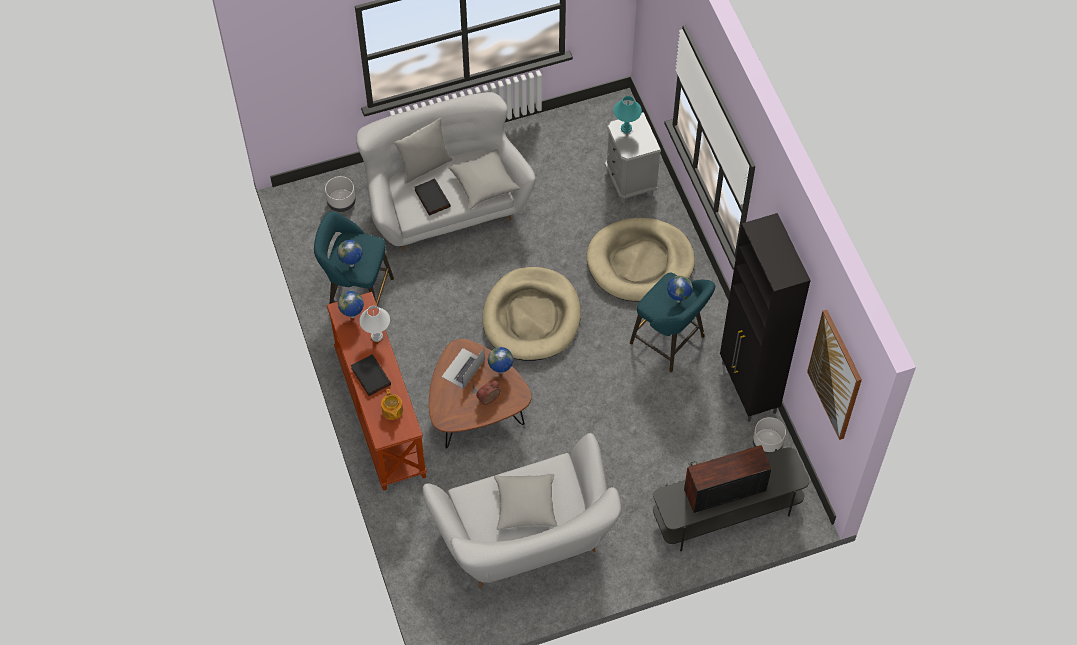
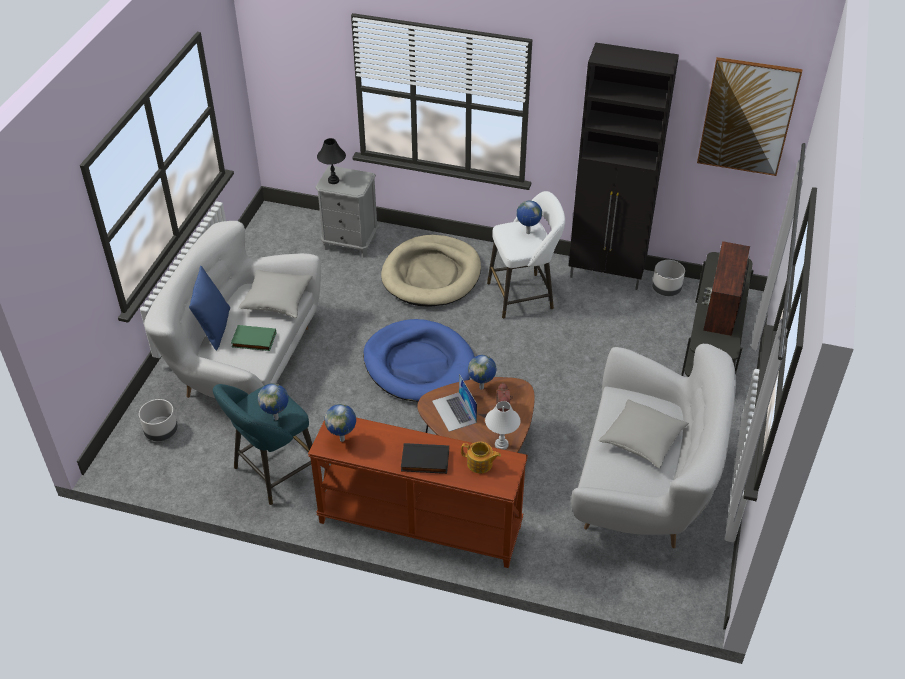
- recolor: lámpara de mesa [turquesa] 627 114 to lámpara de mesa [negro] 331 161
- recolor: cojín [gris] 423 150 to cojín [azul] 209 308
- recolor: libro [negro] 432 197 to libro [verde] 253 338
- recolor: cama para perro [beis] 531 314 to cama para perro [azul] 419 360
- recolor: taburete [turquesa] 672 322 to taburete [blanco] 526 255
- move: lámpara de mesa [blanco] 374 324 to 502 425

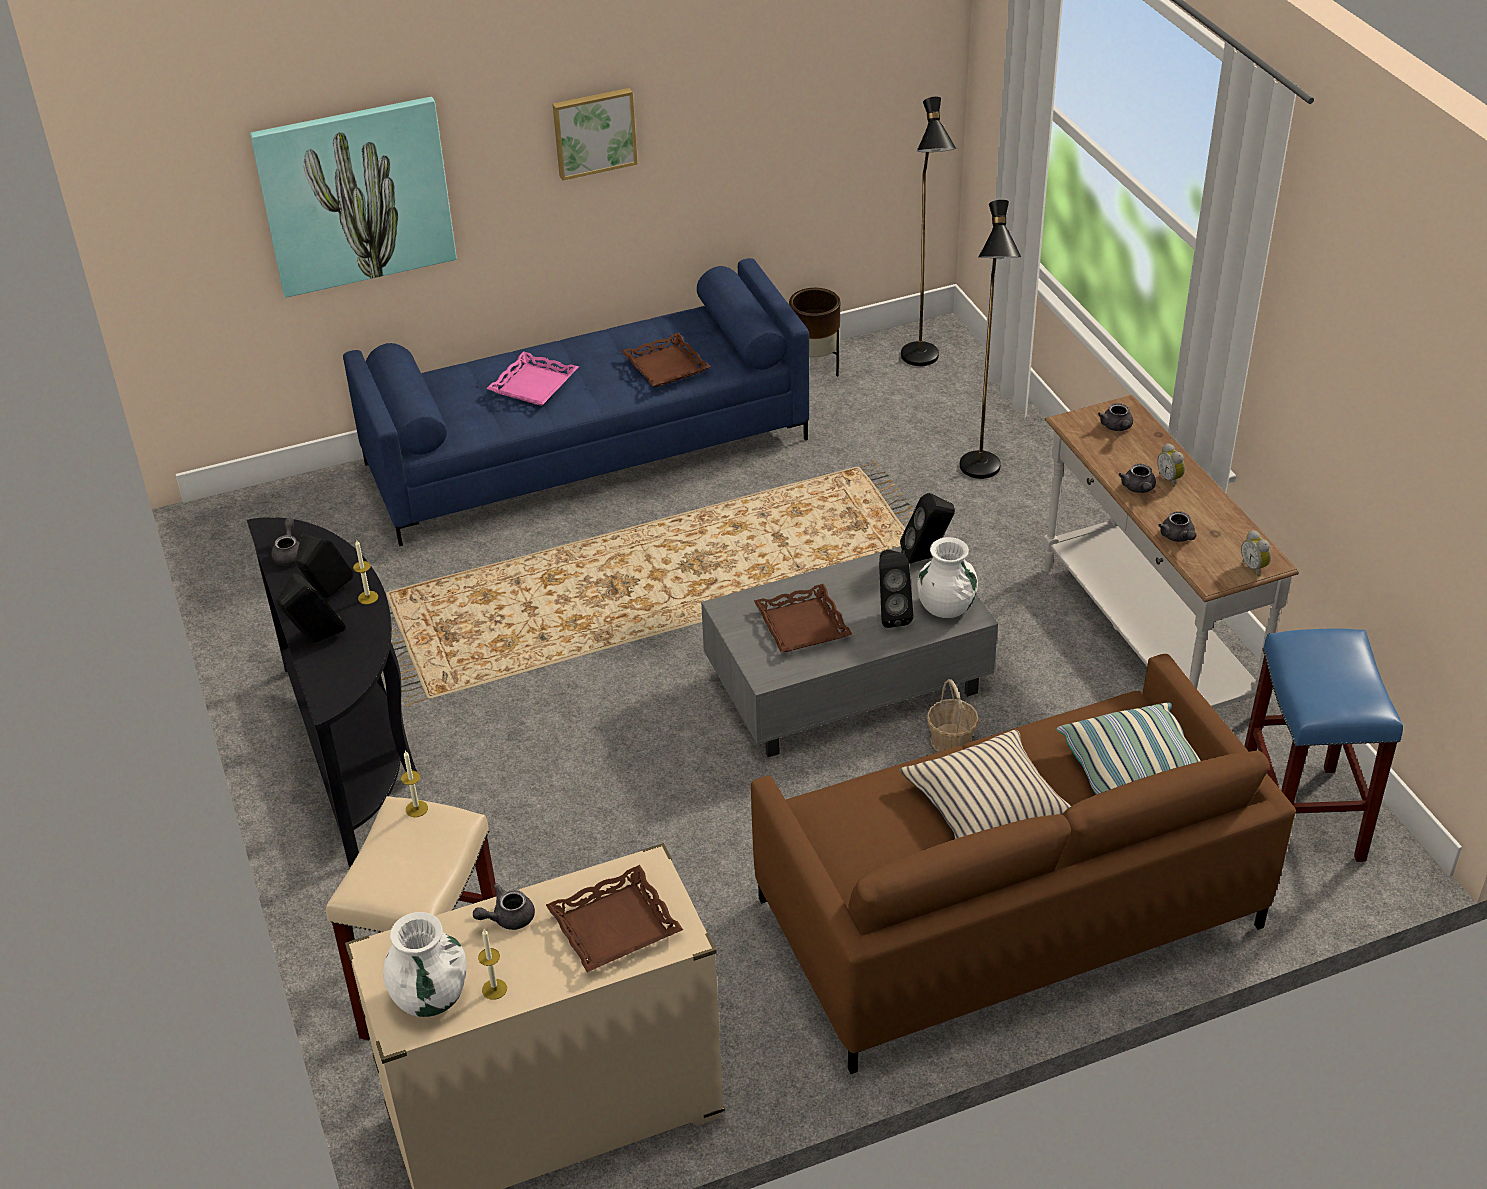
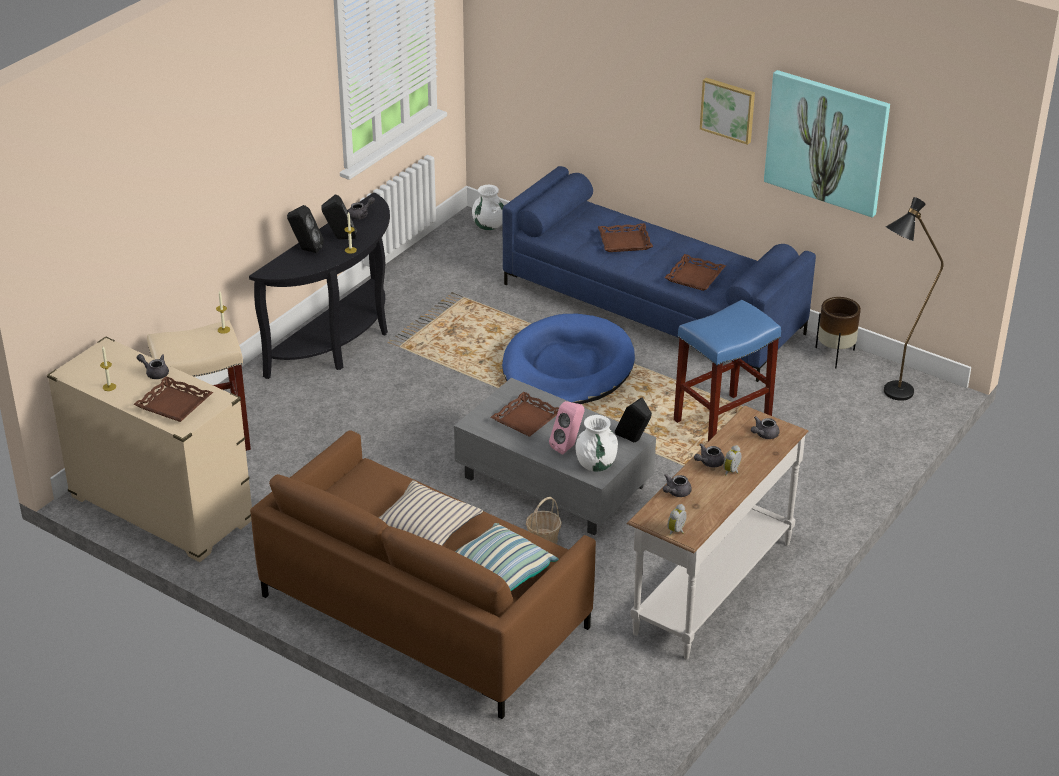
- move: cuadro 353 197 to 827 144
- delete: lámpara de pie [negro] 990 339
- recolor: bandeja [rosa] 532 378 to bandeja [marrón] 625 237
- recolor: altavoz [negro] 896 589 to altavoz [rosa] 567 428
- move: taburete [azul] 1323 745 to 727 370
- move: florero [blanco] 425 964 to 488 207
- insert: cama para perro [azul] 568 359

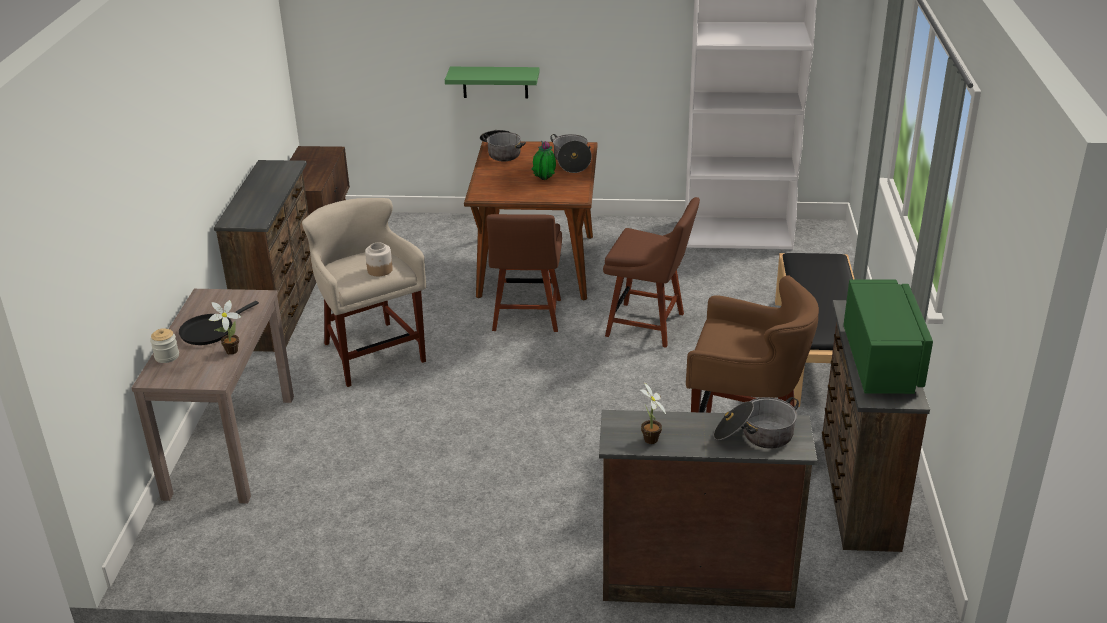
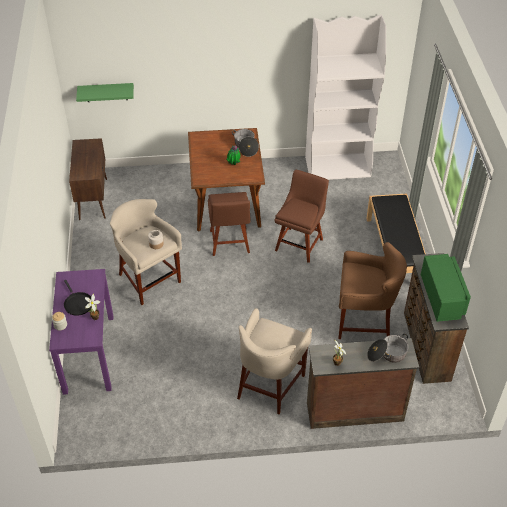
- move: estante [verde] 492 83 to 105 92
- delete: olla 503 145
- delete: cómoda [marrón] 265 256
- rotate: silla [marrón] 651 272 = 302 216 75 degrees counterclockwise
- recolor: mesa consola [marrón] 213 396 to mesa consola [morado] 81 332
- rotate: sartén [negro] 219 323 = 78 298 60 degrees counterclockwise
- insert: taburete [beis] 274 361

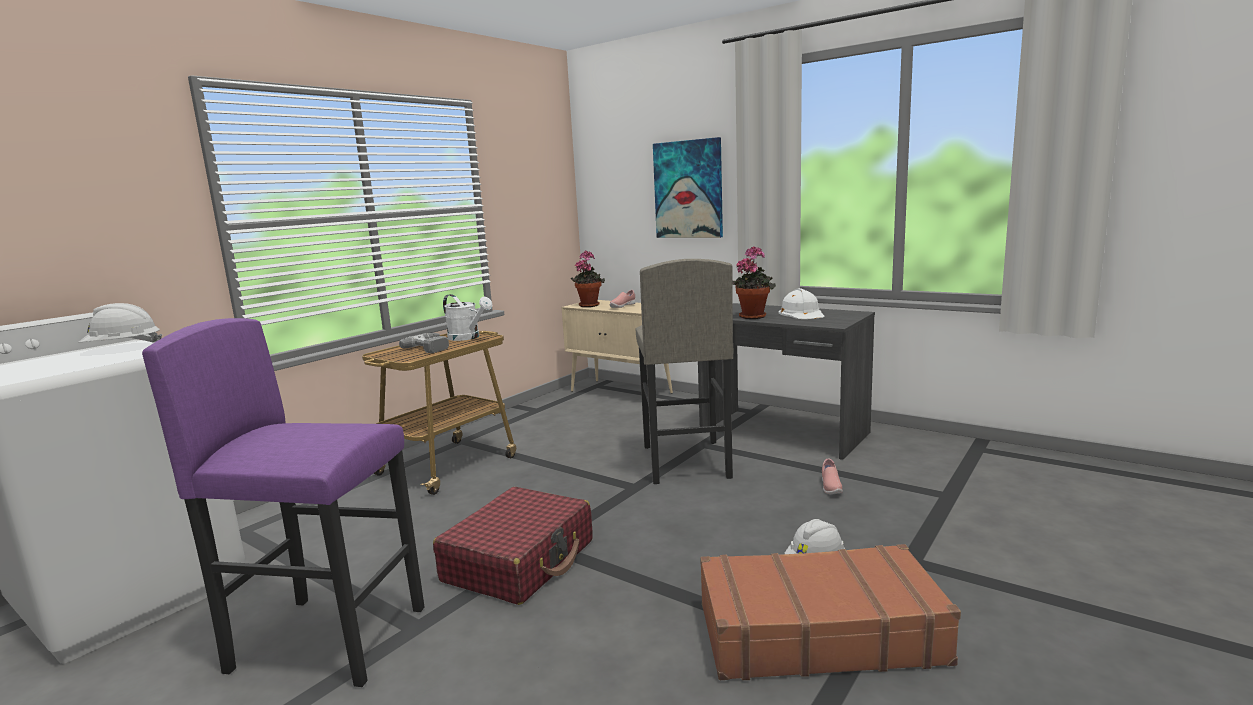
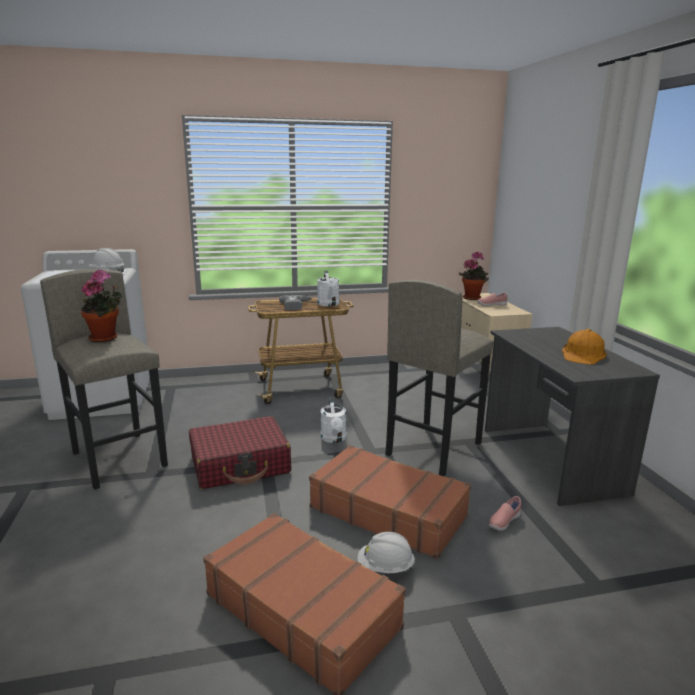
- delete: cuadro 688 187
- move: planta en maceta 754 282 to 102 305
- recolor: casco [blanco] 801 303 to casco [naranja] 584 347
- recolor: taburete [morado] 283 502 to taburete [gris] 104 379
- insert: regadera [blanco] 333 420
- insert: maleta [marrón] 390 502

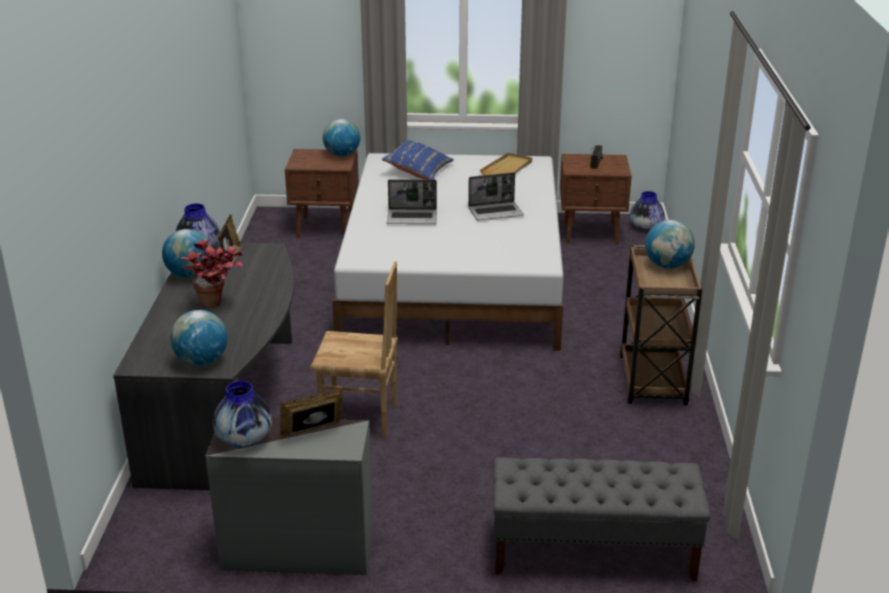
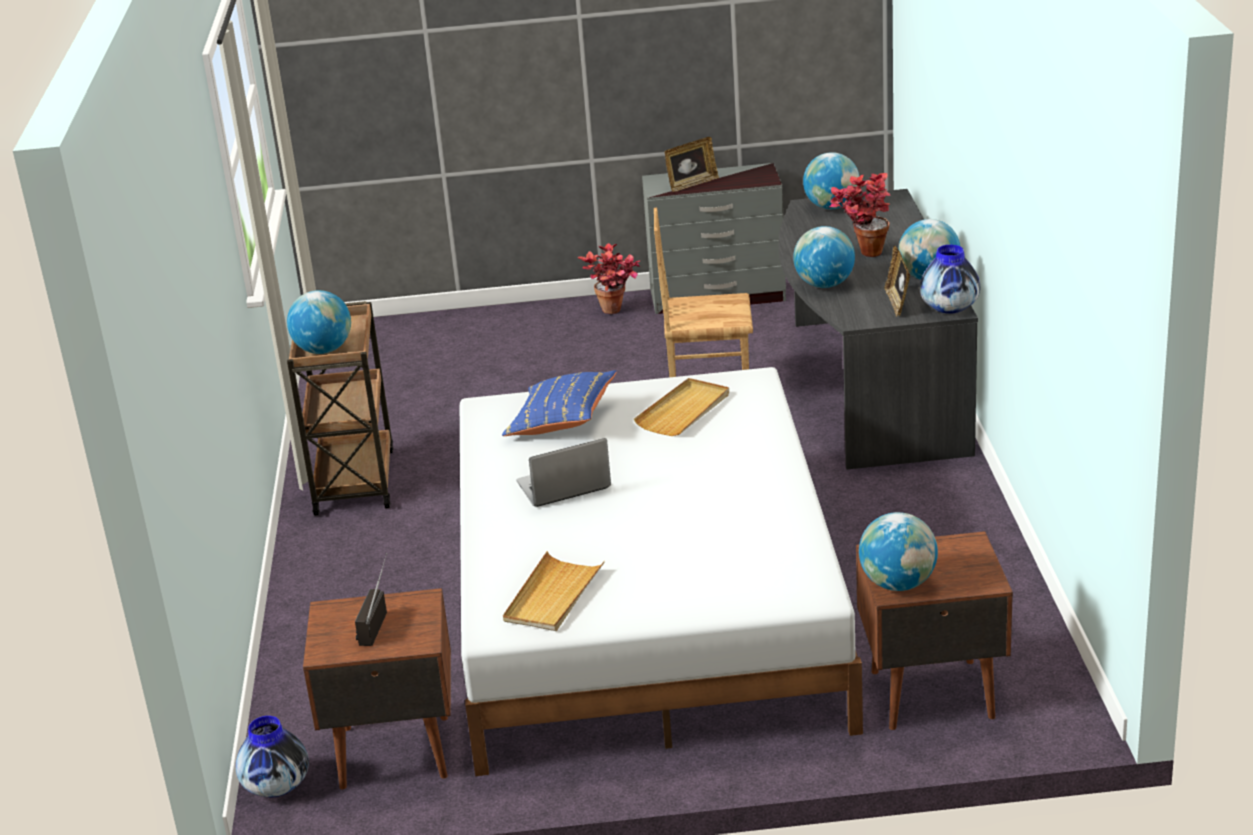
- move: cojín [azul] 417 159 to 559 403
- delete: portátil 412 202
- delete: florero 242 414
- delete: banco [gris] 602 519
- insert: globo terráqueo 824 257
- insert: planta en maceta 608 278
- insert: bandeja [beis] 681 407

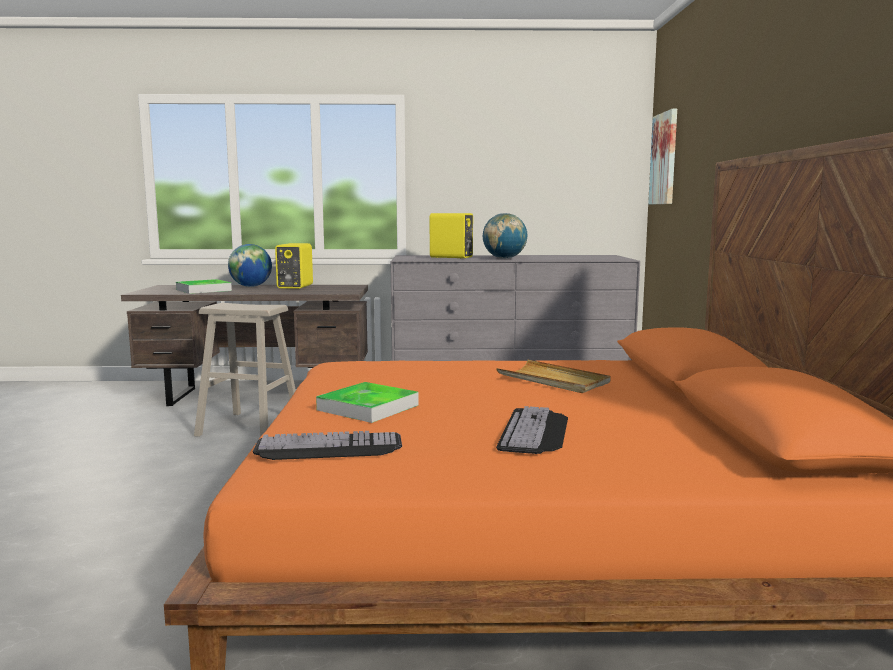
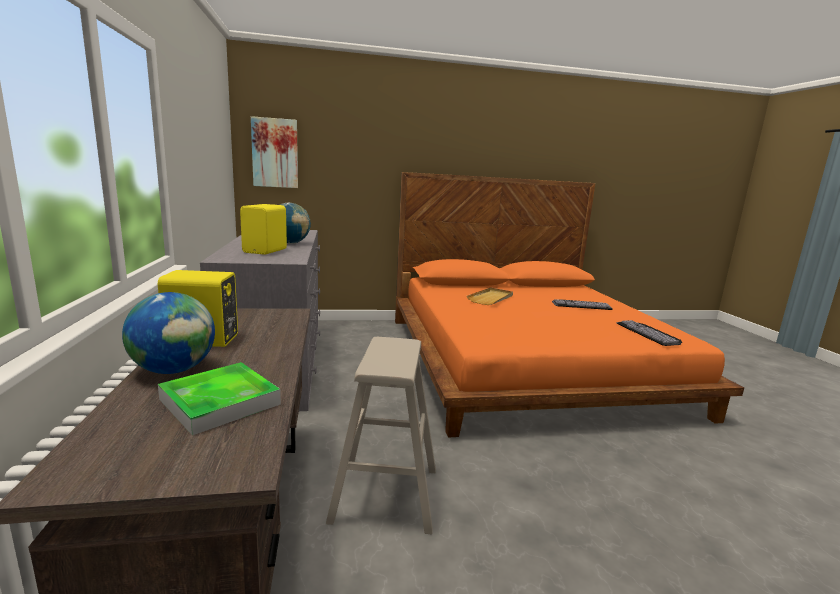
- delete: bandeja 367 402

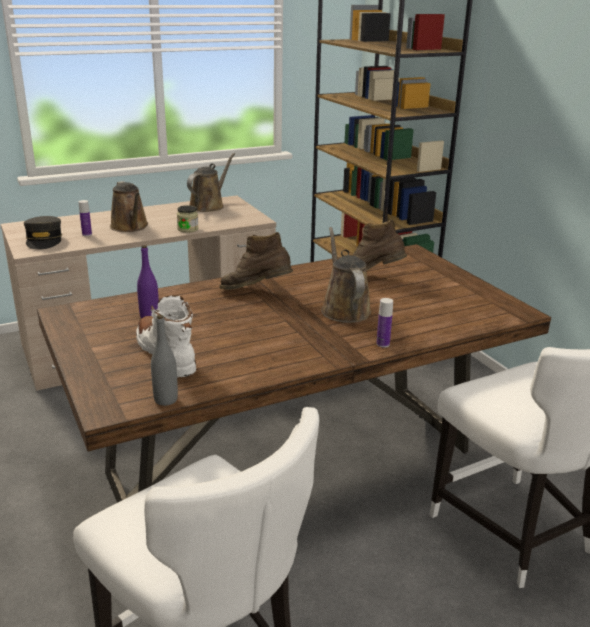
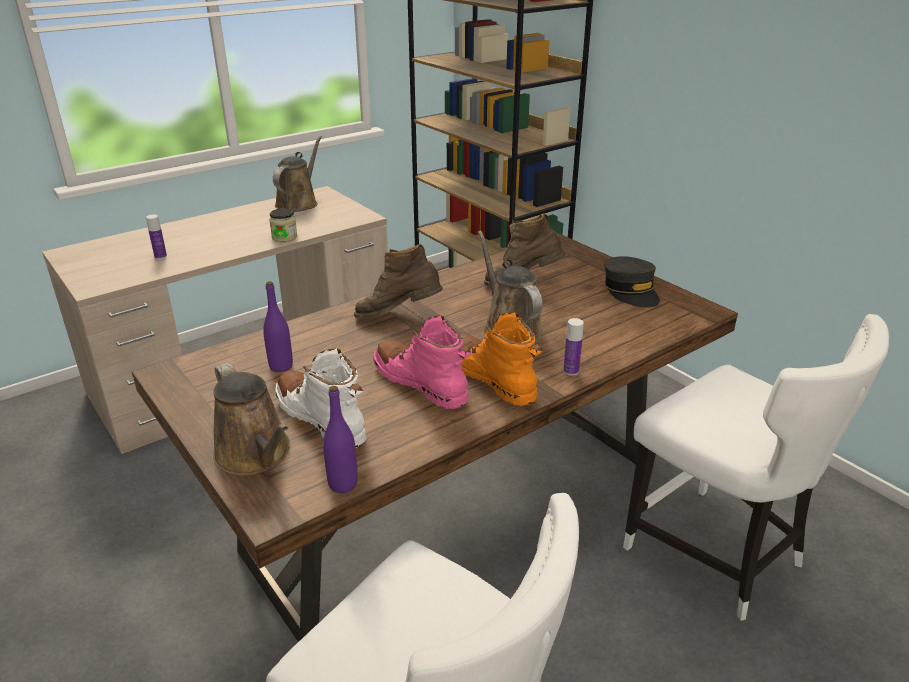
- move: regadera [marrón] 129 206 to 251 419
- move: gorra [gris] 43 233 to 632 282
- recolor: botella [gris] 164 360 to botella [morado] 340 439
- insert: bota [naranja] 501 359
- insert: bota [rosa] 422 362

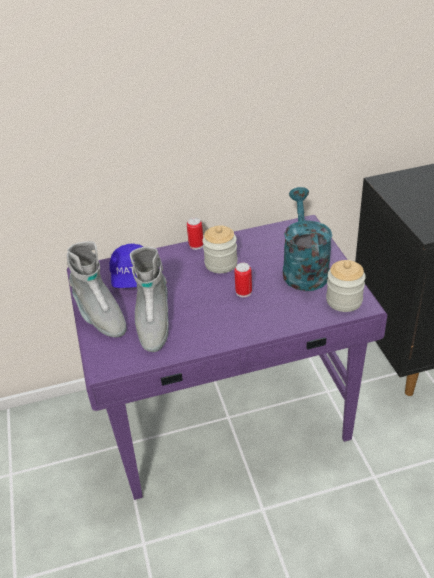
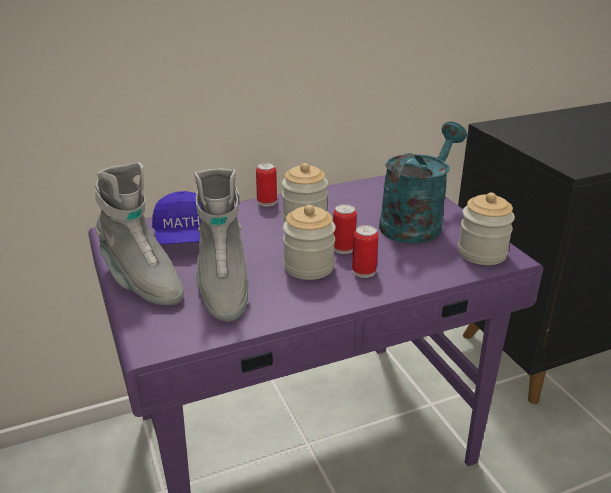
- rotate: regadera [turquesa] 307 239 = 423 183 45 degrees clockwise
- insert: tarro 309 242
- insert: lata 365 251

